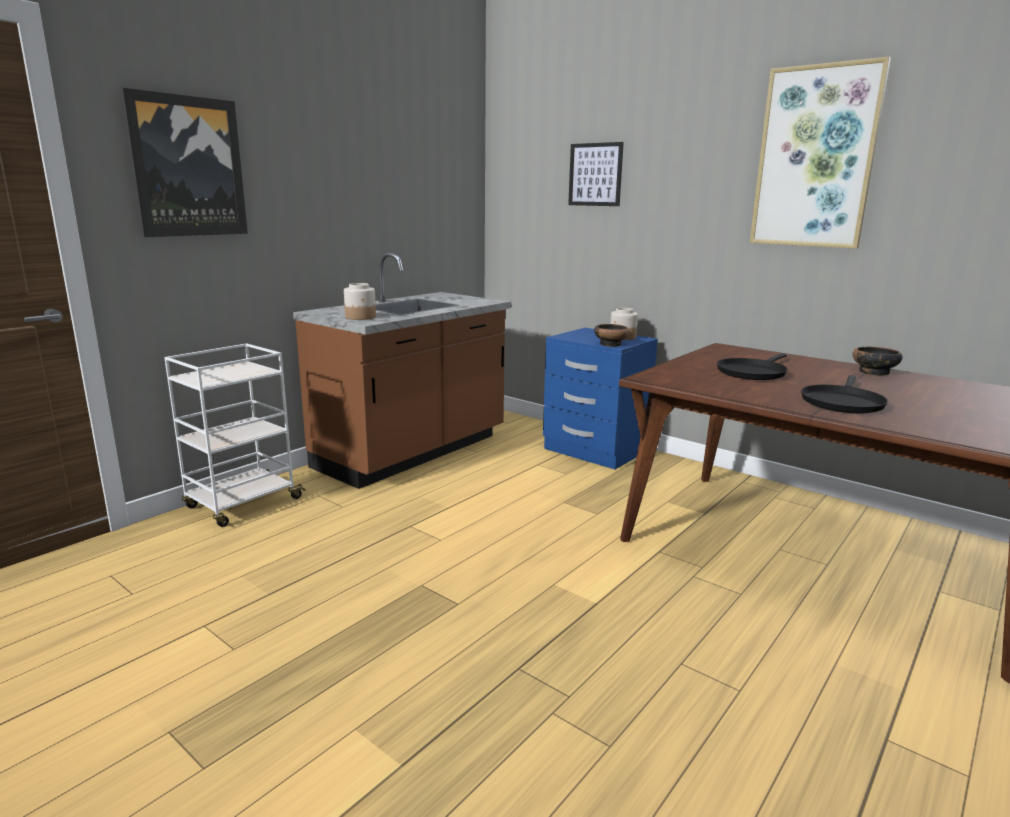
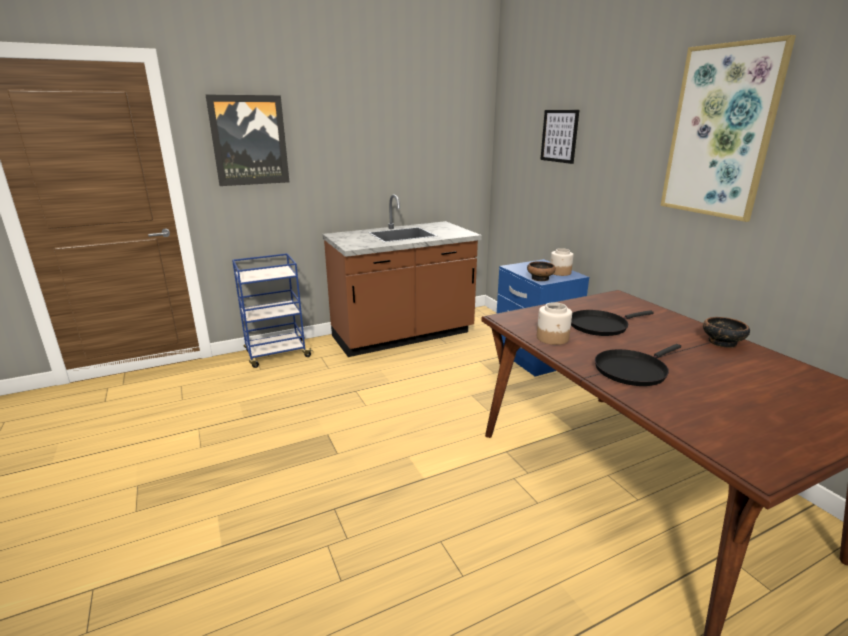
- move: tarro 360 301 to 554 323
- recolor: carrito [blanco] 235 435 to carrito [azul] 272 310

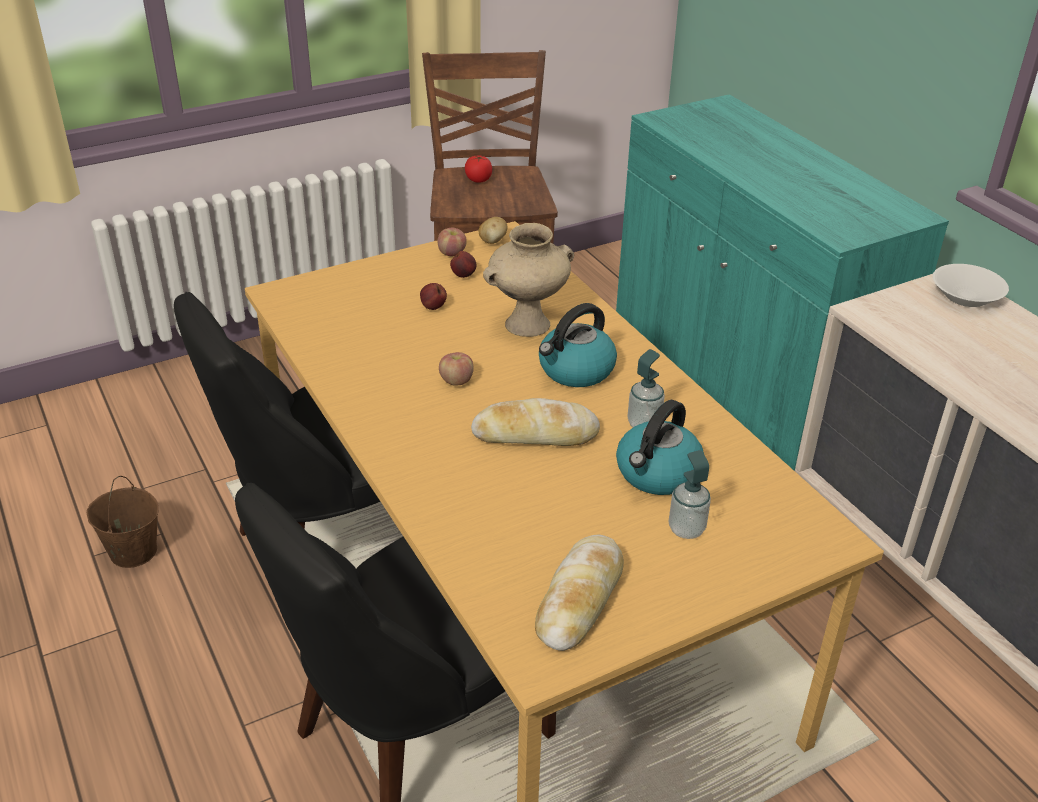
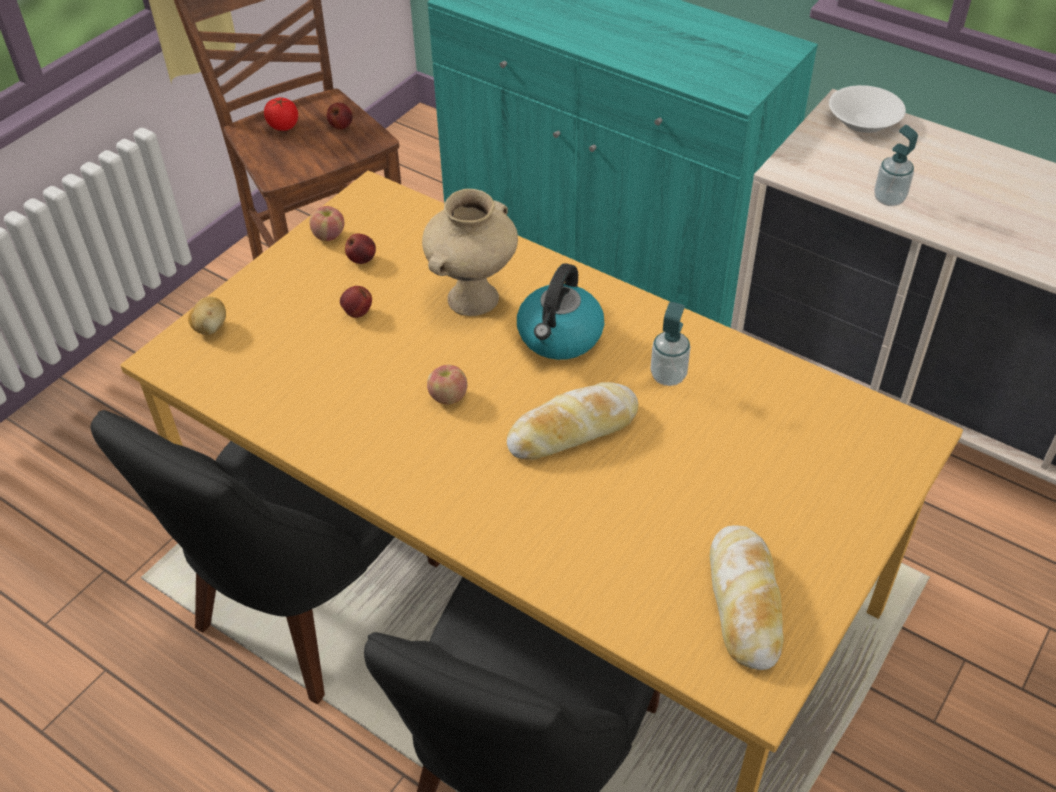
- move: patata 493 230 to 207 316
- delete: hervidor 660 447
- move: dispensador de jabón 690 494 to 896 165
- delete: cubo [marrón] 123 522
- insert: manzana 340 116

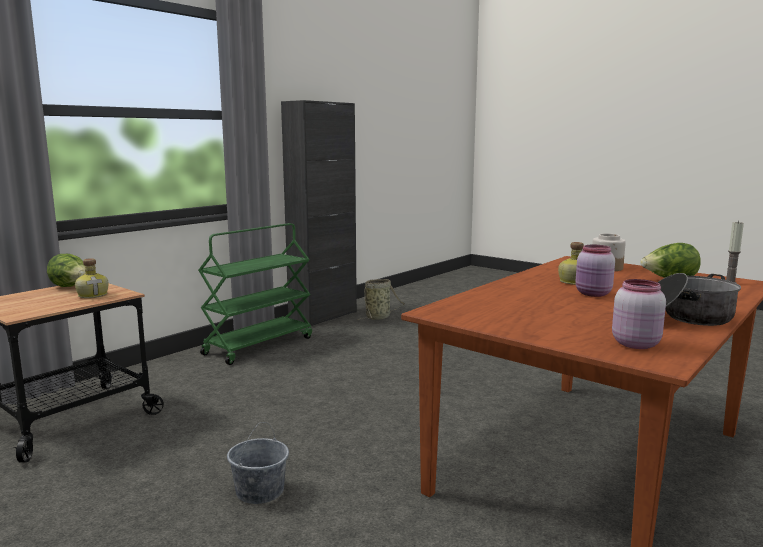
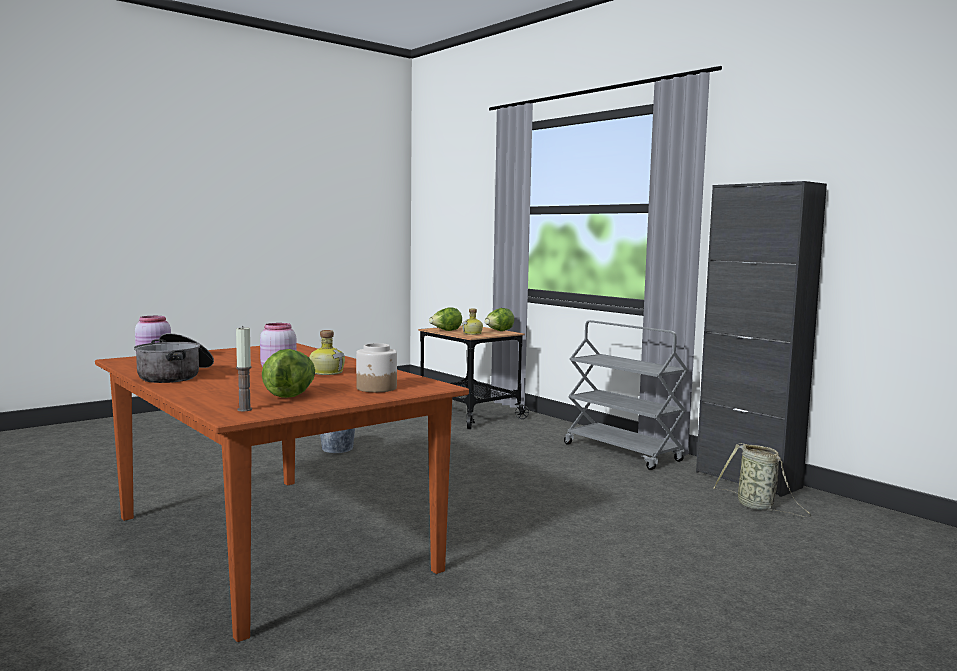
- recolor: carrito [verde] 255 294 to carrito [gris] 626 395
- insert: lechuga 445 319

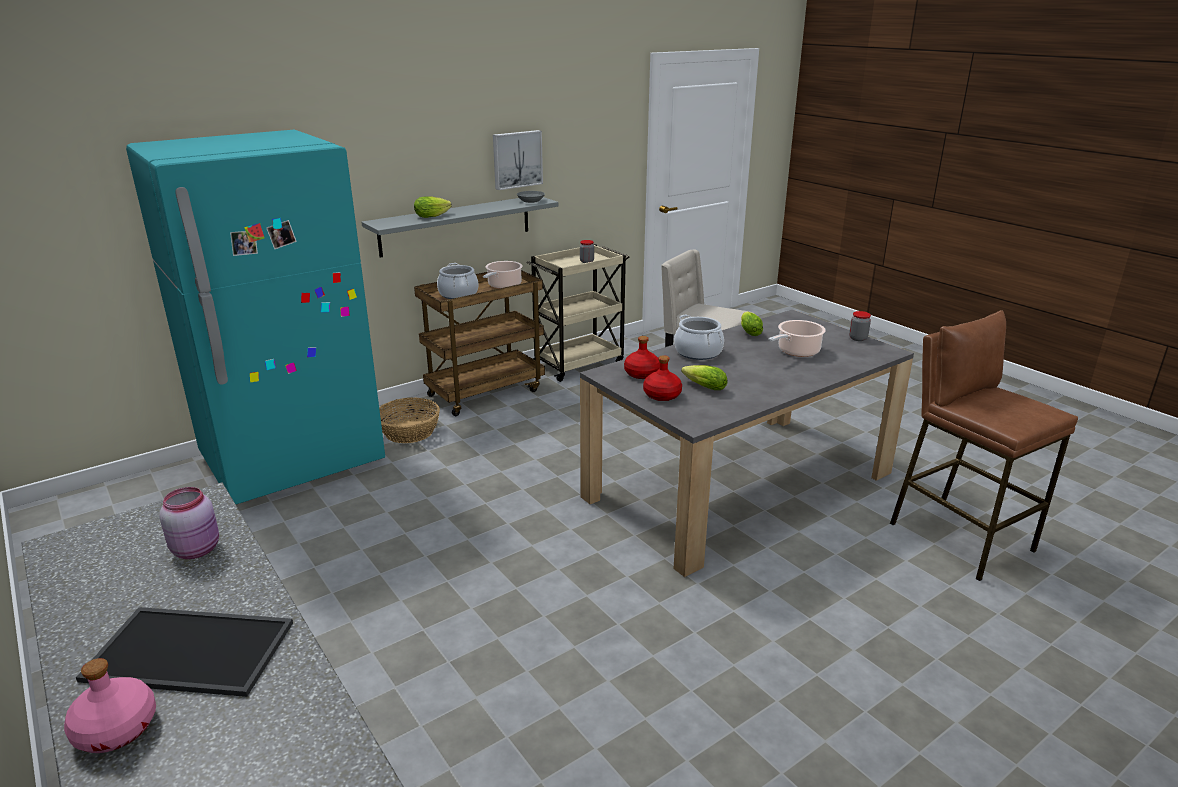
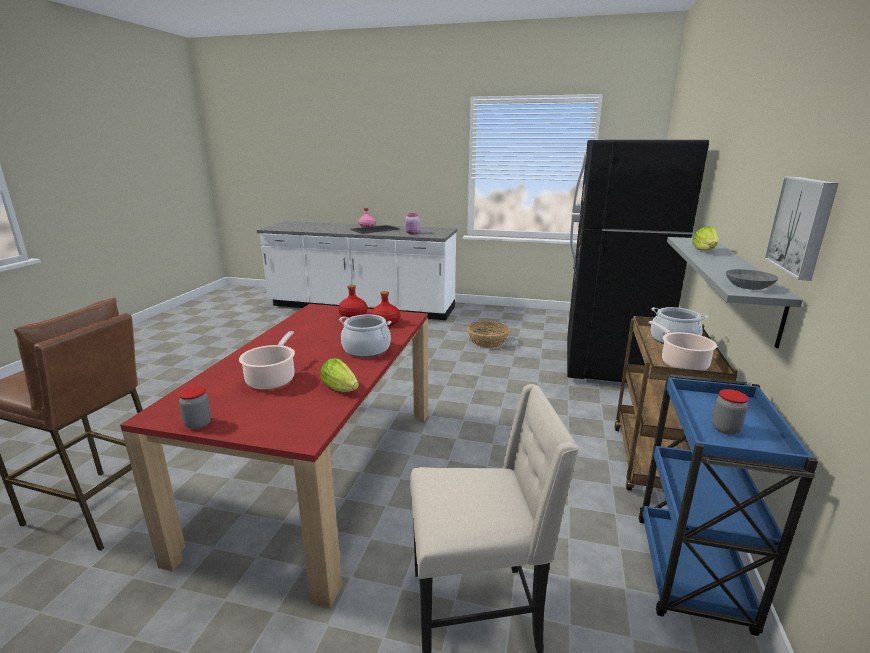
- recolor: nevera [turquesa] 255 317 to nevera [negro] 638 263
- recolor: carrito [beis] 577 313 to carrito [azul] 728 505
- recolor: mesa de comedor [gris] 747 443 to mesa de comedor [rojo] 274 456
- delete: lechuga 704 377
- move: cesta 409 420 to 488 334

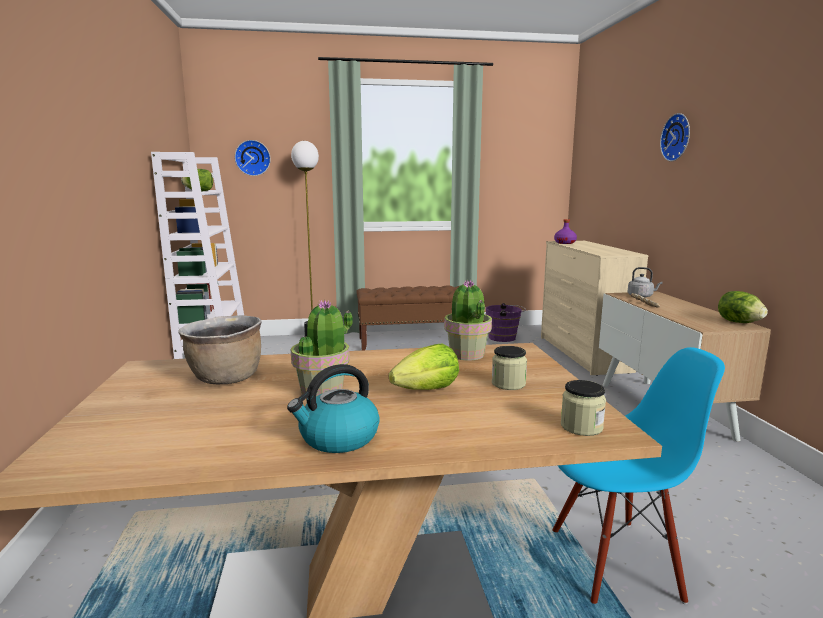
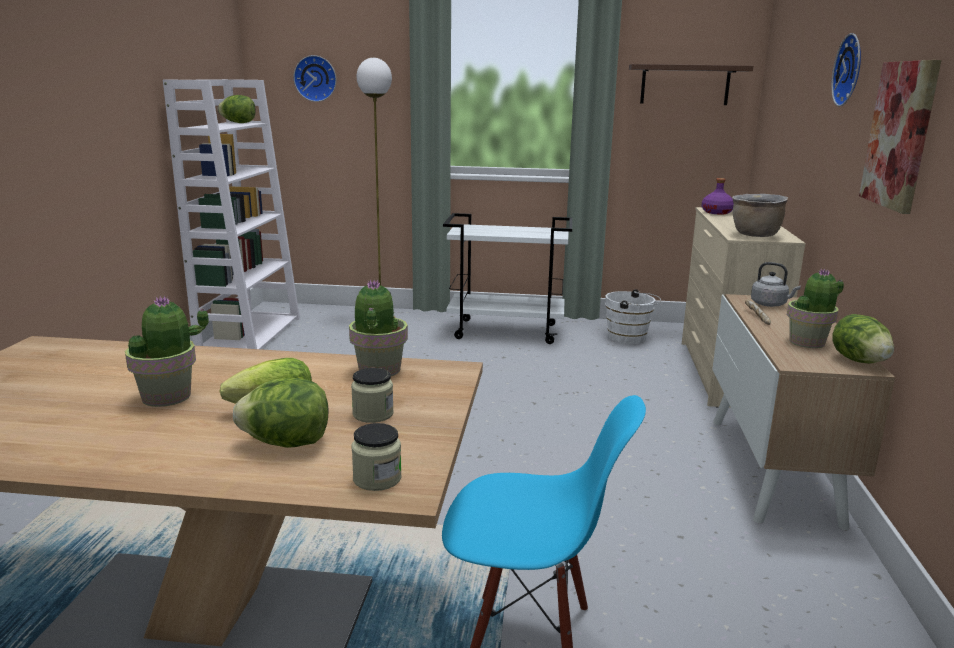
- replace: banco [marrón] 408 318 to carrito [blanco] 507 278
- recolor: cubo [morado] 506 322 to cubo [blanco] 633 316
- move: olla [marrón] 220 350 to 760 215
- delete: hervidor 333 408
- insert: cuadro 900 137
- insert: estante [marrón] 691 84
- insert: planta en maceta 815 308
- insert: lechuga 280 413

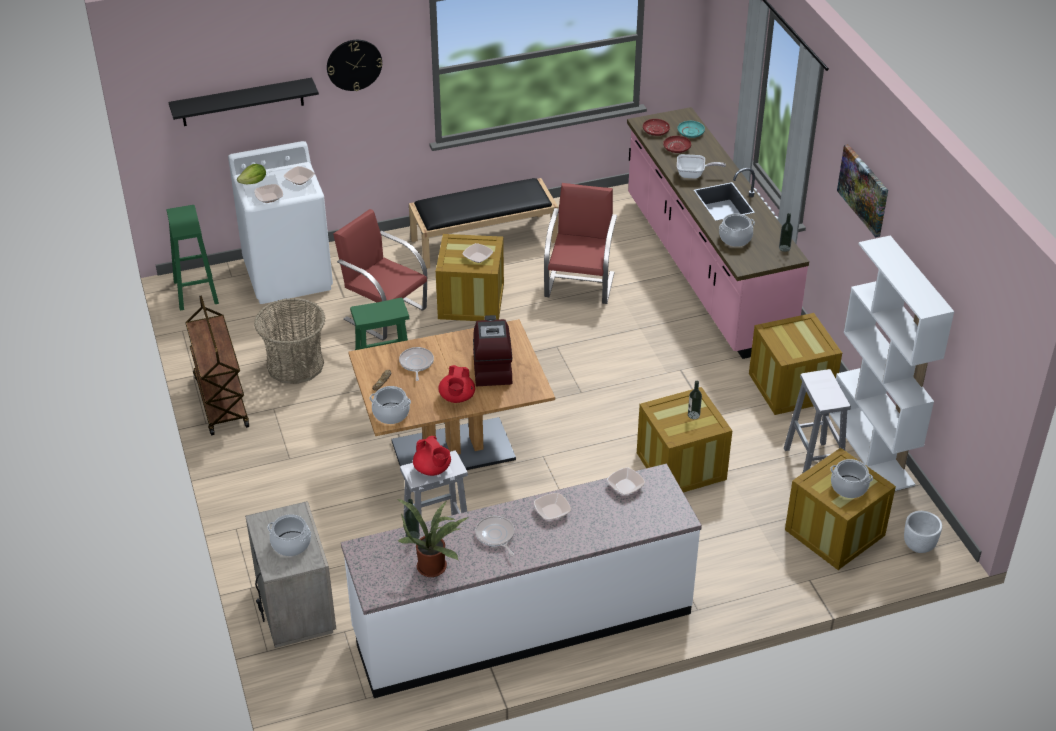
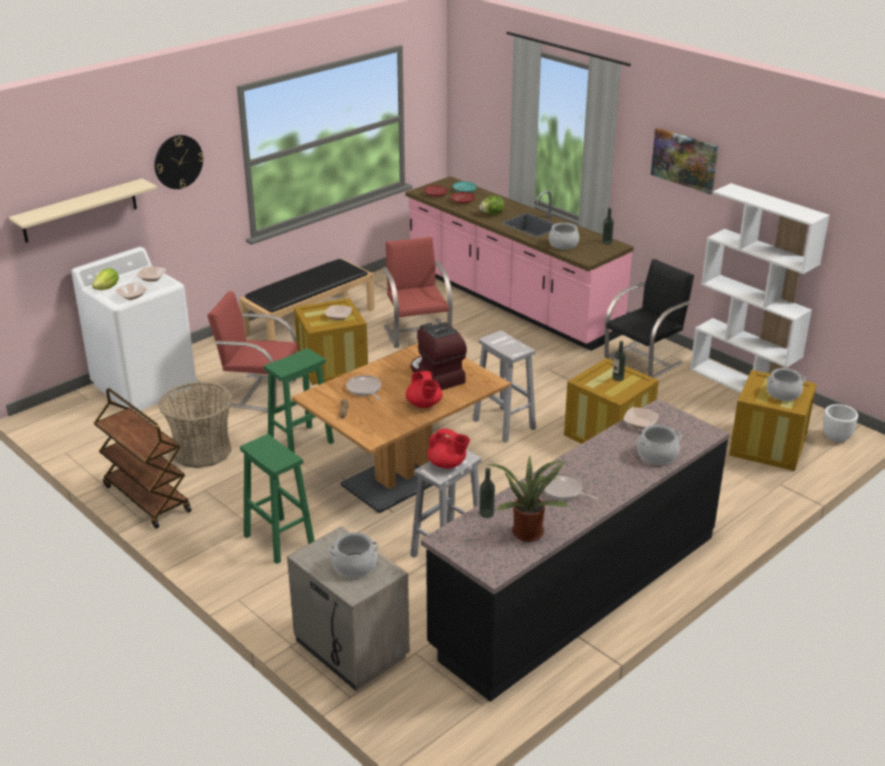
- recolor: estante [negro] 243 102 to estante [beis] 83 210
- replace: sartén 701 166 to lechuga 491 205
- move: taburete [verde] 193 258 to 277 499
- replace: caja de embalaje 795 364 to silla [negro] 649 318
- move: taburete [blanco] 817 421 to 504 386
- move: olla 390 405 to 659 445
- recolor: mueble bajo de cocina [blanco] 521 581 to mueble bajo de cocina [negro] 575 550
- delete: cuenco 552 506

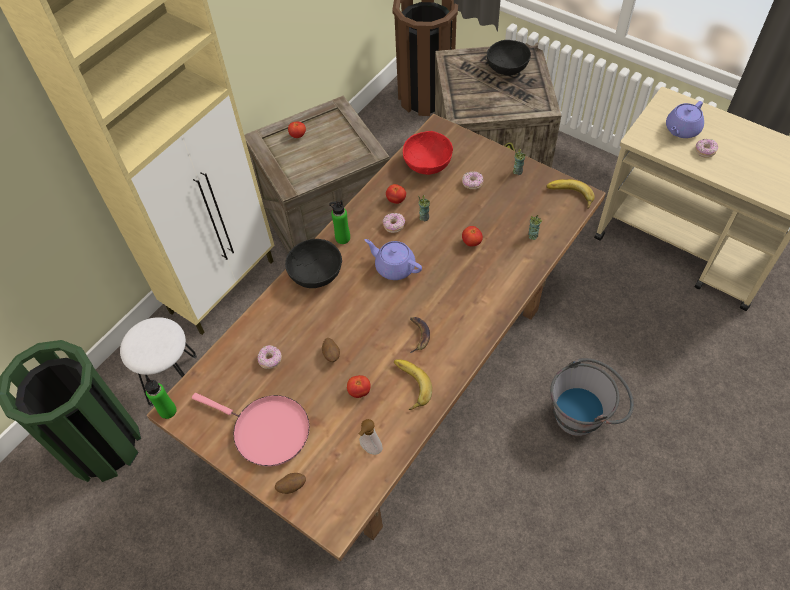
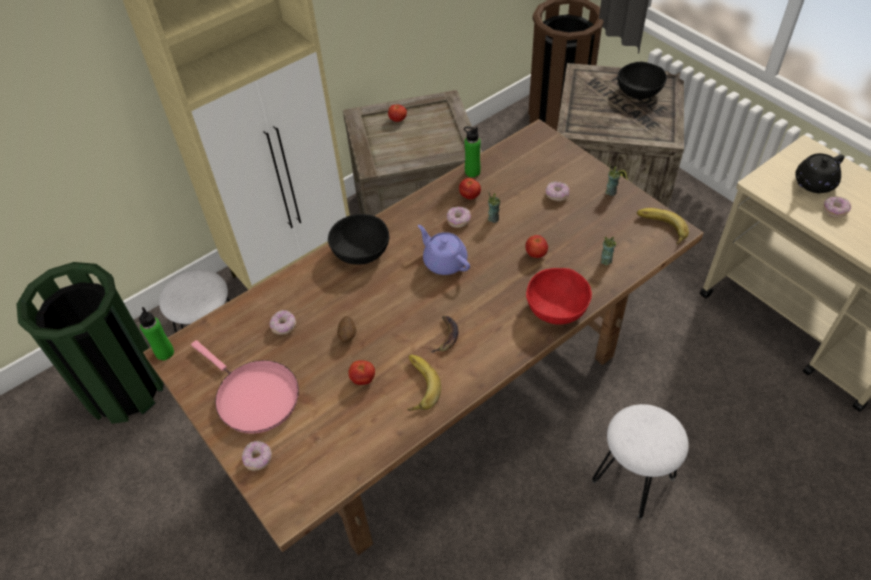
- recolor: tetera [morado] 685 119 to tetera [negro] 819 173
- move: cuenco [rojo] 428 153 to 559 296
- move: botella [verde] 339 222 to 472 151
- replace: cubo [gris] 592 397 to taburete [blanco] 640 461
- delete: dispensador de jabón 371 437
- replace: patata 290 483 to rosquilla 257 456

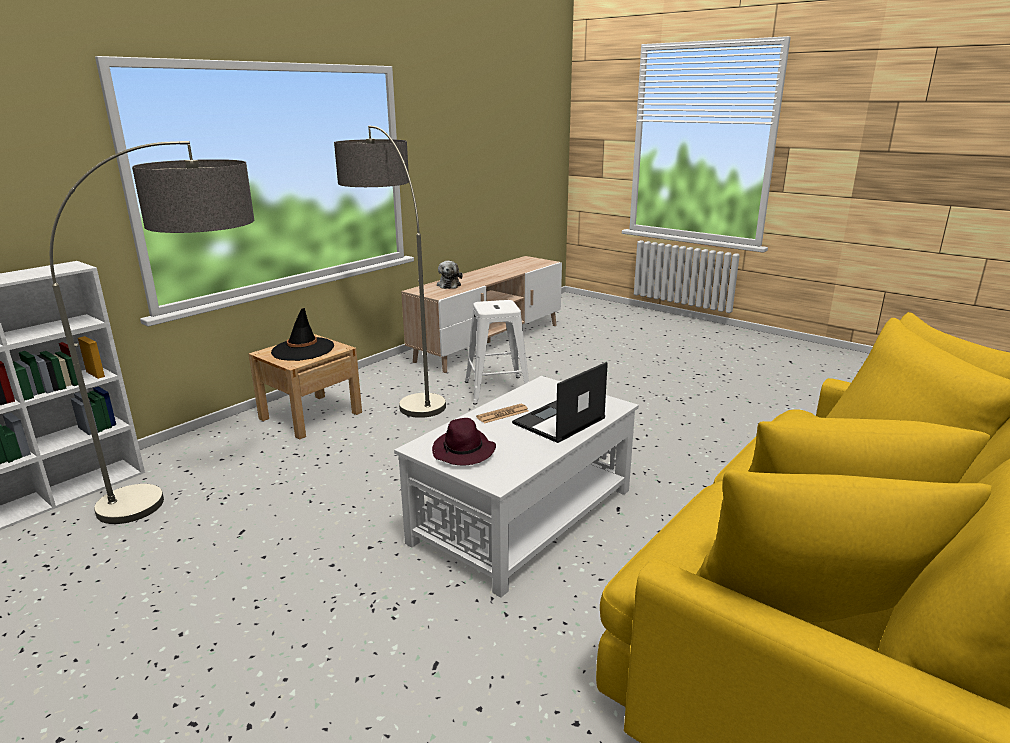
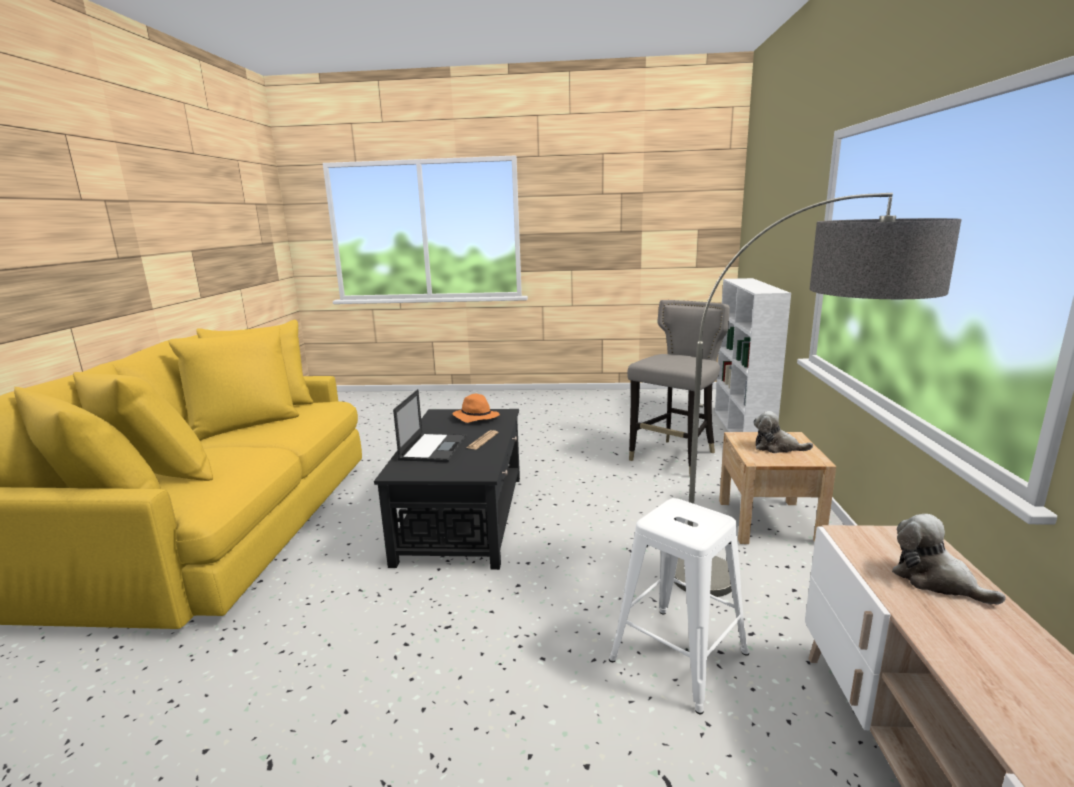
- replace: lámpara de pie 152 332 to taburete [gris] 678 388
- replace: sombrero [negro] 302 334 to peluche 783 432
- recolor: mesa de centro [blanco] 516 487 to mesa de centro [negro] 447 489
- recolor: sombrero [morado] 464 441 to sombrero [naranja] 476 408

